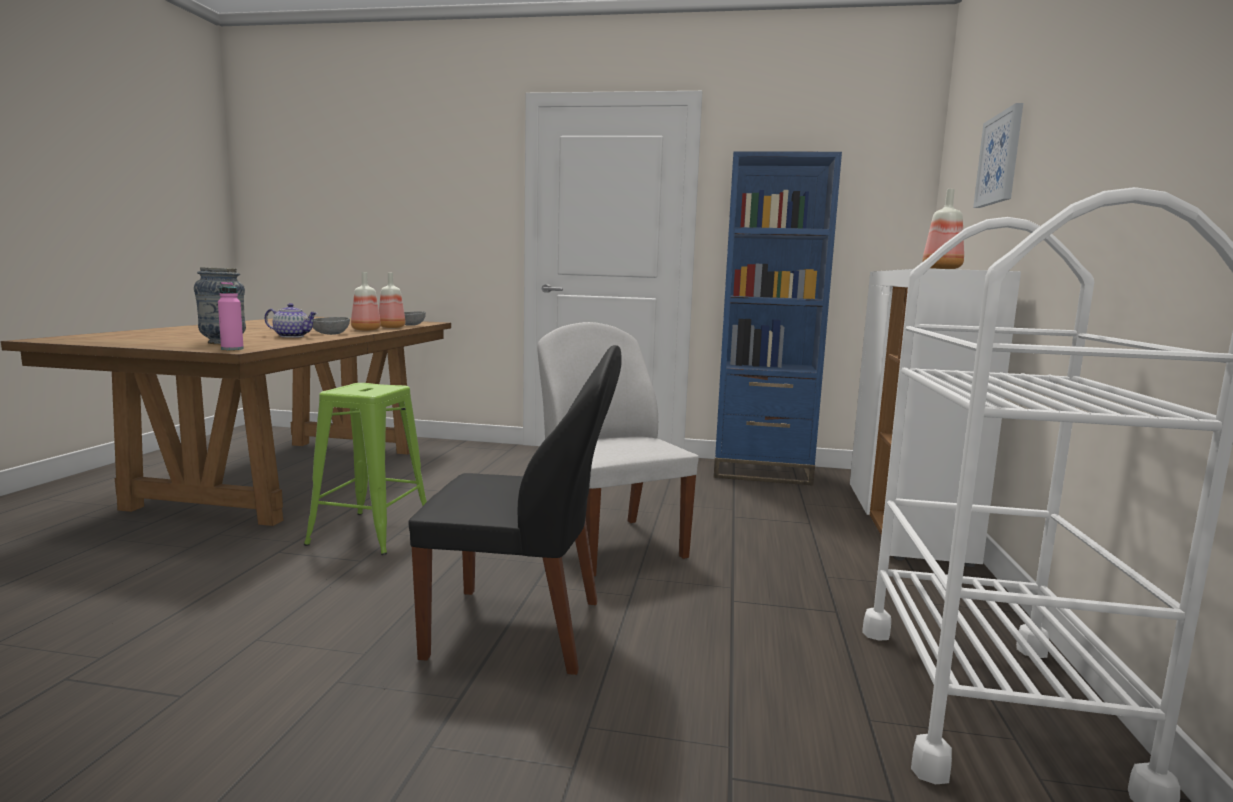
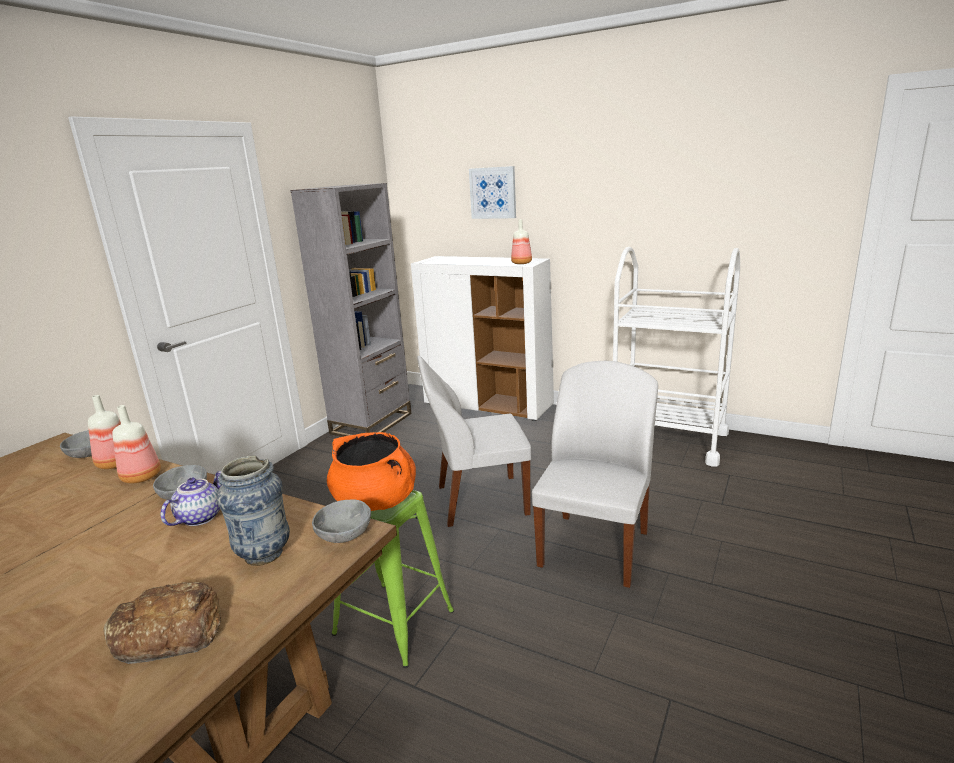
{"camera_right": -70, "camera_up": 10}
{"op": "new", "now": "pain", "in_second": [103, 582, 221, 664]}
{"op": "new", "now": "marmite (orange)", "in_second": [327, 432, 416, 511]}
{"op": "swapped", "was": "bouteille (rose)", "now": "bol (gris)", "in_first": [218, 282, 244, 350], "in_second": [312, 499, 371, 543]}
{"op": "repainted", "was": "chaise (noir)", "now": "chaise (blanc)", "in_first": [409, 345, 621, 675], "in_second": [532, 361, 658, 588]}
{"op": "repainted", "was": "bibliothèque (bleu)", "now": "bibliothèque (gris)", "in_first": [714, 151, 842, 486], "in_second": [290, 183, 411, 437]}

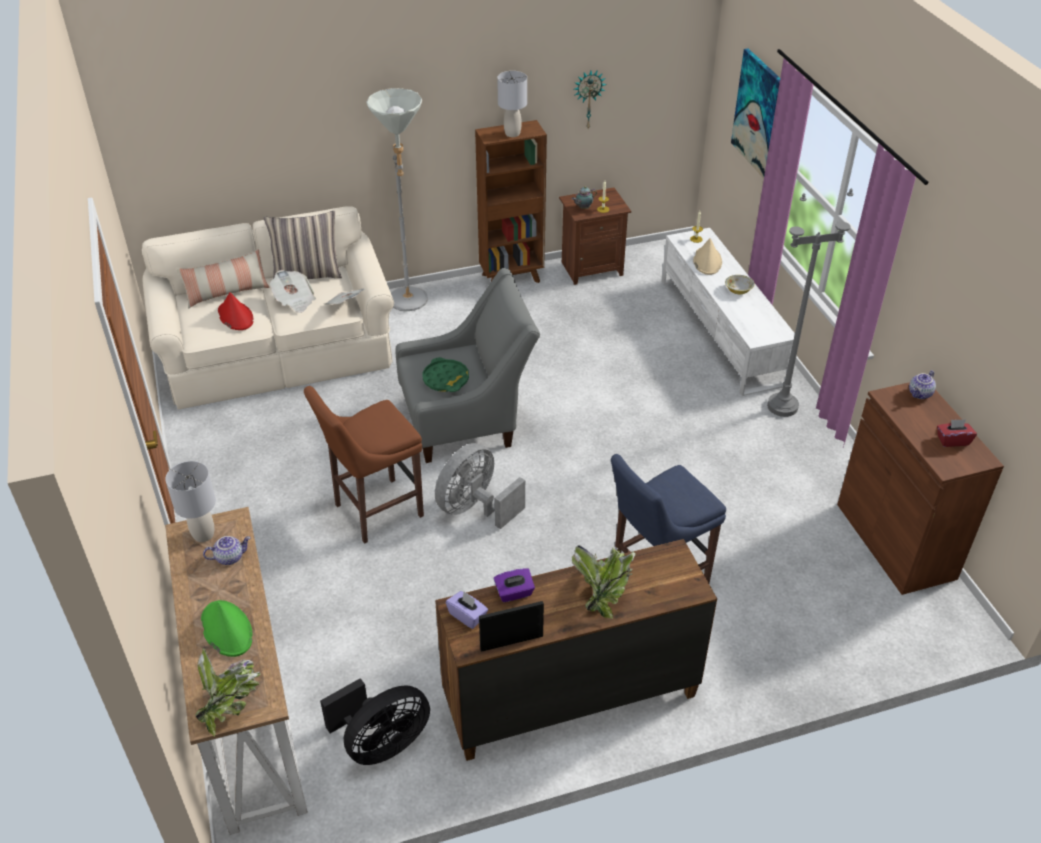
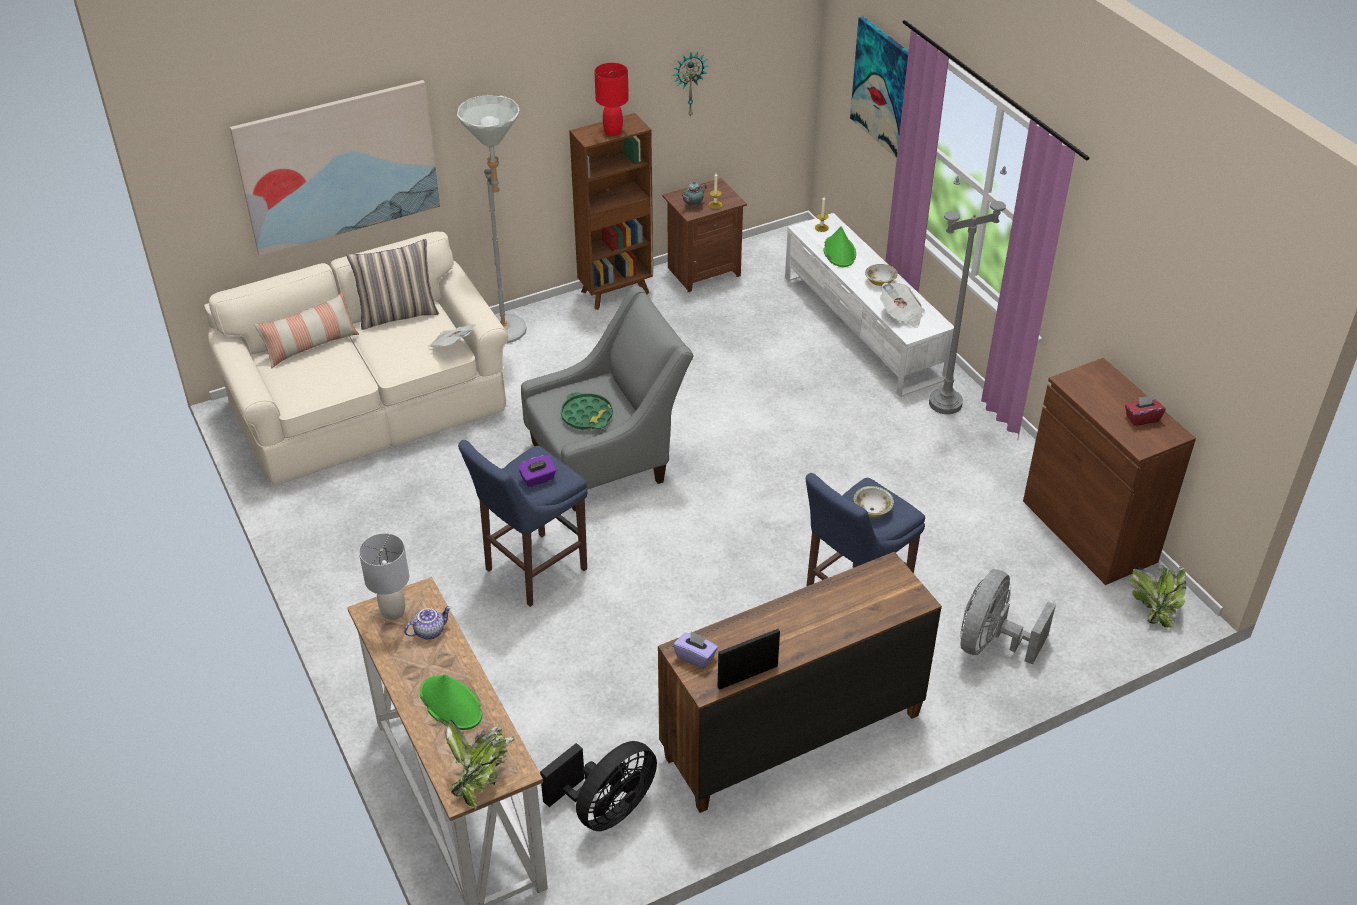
{"camera_right": -10, "camera_up": 0}
{"op": "gone", "was": "chapeau (rouge)", "in_first": [218, 292, 254, 330]}
{"op": "gone", "was": "théière", "in_first": [909, 370, 936, 399]}
{"op": "new", "now": "tableau", "in_second": [230, 80, 440, 256]}
{"op": "new", "now": "bol", "in_second": [854, 486, 894, 517]}
{"op": "shifted", "was": "journal", "in_first": [270, 270, 316, 313], "in_second": [880, 283, 925, 328]}
{"op": "shifted", "was": "ventilateur (gris)", "in_first": [435, 443, 525, 529], "in_second": [961, 569, 1056, 665]}
{"op": "shifted", "was": "boîte à mouchoirs (violet)", "in_first": [494, 568, 535, 602], "in_second": [518, 455, 556, 487]}
{"op": "shifted", "was": "plante en pot", "in_first": [572, 546, 636, 619], "in_second": [1129, 565, 1187, 628]}
{"op": "repainted", "was": "tabouret (marron)", "now": "tabouret (bleu)", "in_first": [304, 386, 424, 544], "in_second": [458, 440, 588, 607]}
{"op": "repainted", "was": "lampe de table (gris)", "now": "lampe de table (rouge)", "in_first": [497, 71, 527, 137], "in_second": [594, 63, 629, 136]}
{"op": "repainted", "was": "chapeau (beige)", "now": "chapeau (vert)", "in_first": [693, 238, 722, 275], "in_second": [823, 226, 856, 267]}

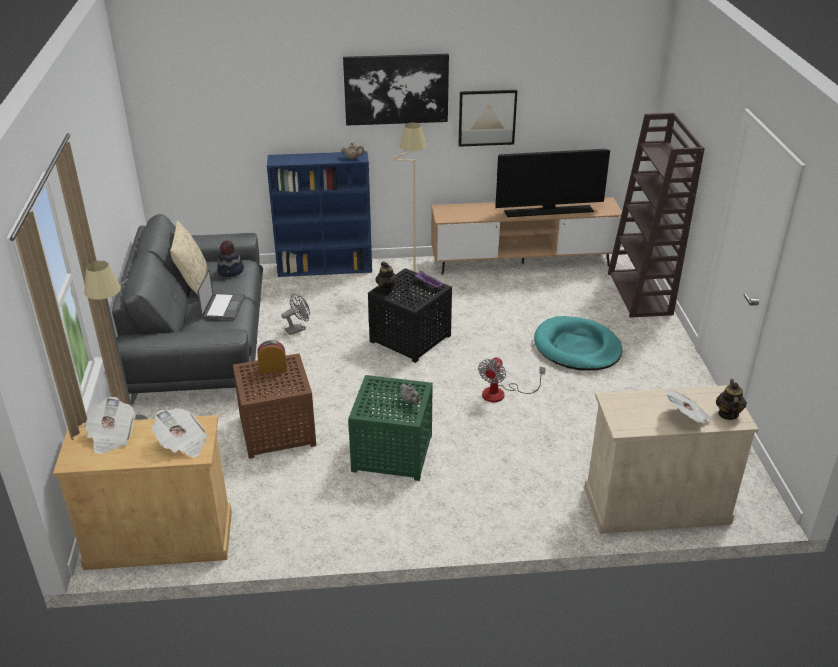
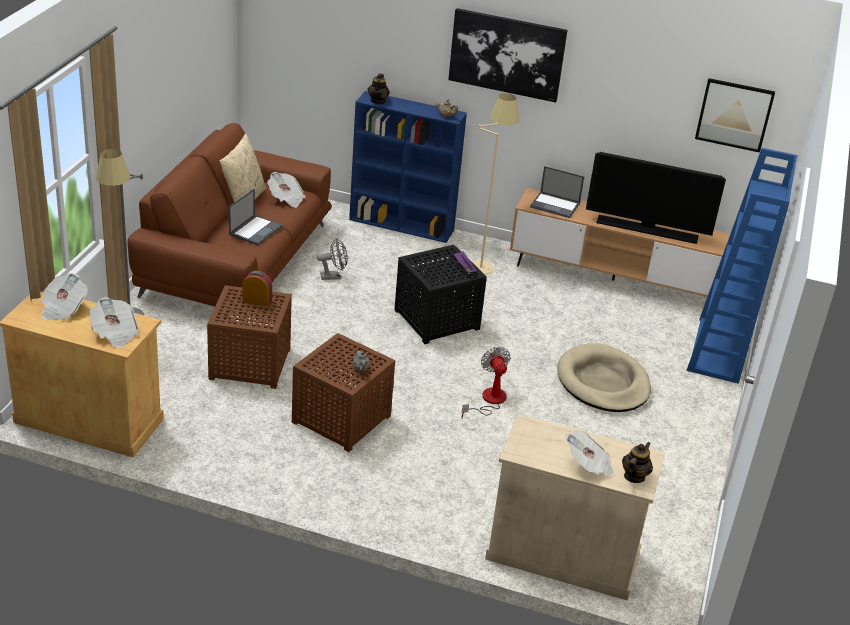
{"camera_right": 20, "camera_up": 0}
{"op": "new", "now": "ordinateur portable", "in_second": [530, 166, 584, 218]}
{"op": "shifted", "was": "théière", "in_first": [375, 261, 398, 292], "in_second": [368, 73, 390, 104]}
{"op": "shifted", "was": "tableau", "in_first": [459, 90, 517, 147], "in_second": [695, 78, 775, 153]}
{"op": "swapped", "was": "chapeau", "now": "journal", "in_first": [217, 240, 244, 277], "in_second": [267, 172, 306, 208]}
{"op": "repainted", "was": "canapé (gris)", "now": "canapé (marron)", "in_first": [112, 214, 263, 404], "in_second": [128, 123, 332, 322]}
{"op": "repainted", "was": "table d'appoint (vert)", "now": "table d'appoint (marron)", "in_first": [348, 375, 433, 481], "in_second": [292, 333, 395, 452]}
{"op": "repainted", "was": "panier pour chien (turquoise)", "now": "panier pour chien (beige)", "in_first": [534, 316, 623, 371], "in_second": [557, 343, 651, 412]}
{"op": "repainted", "was": "bibliothèque (marron)", "now": "bibliothèque (bleu)", "in_first": [608, 113, 705, 318], "in_second": [686, 148, 798, 384]}
{"op": "rotated", "was": "ventilateur", "in_first": [478, 357, 546, 402], "in_second": [462, 347, 511, 418], "clockwise": 120}

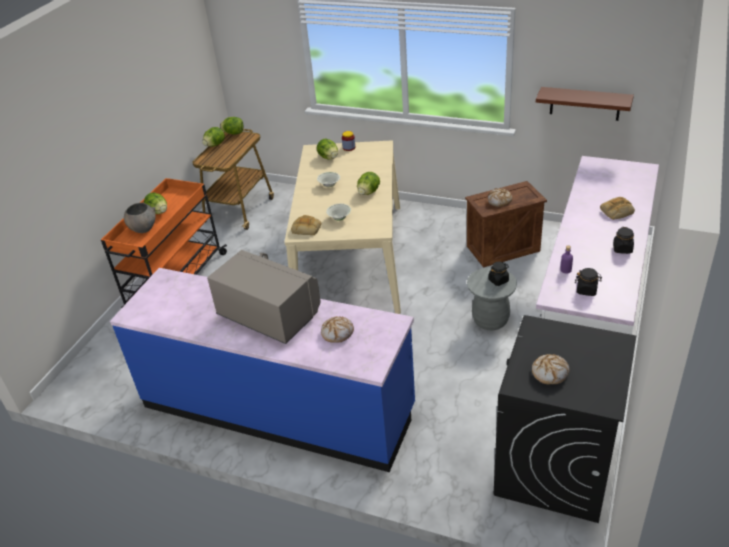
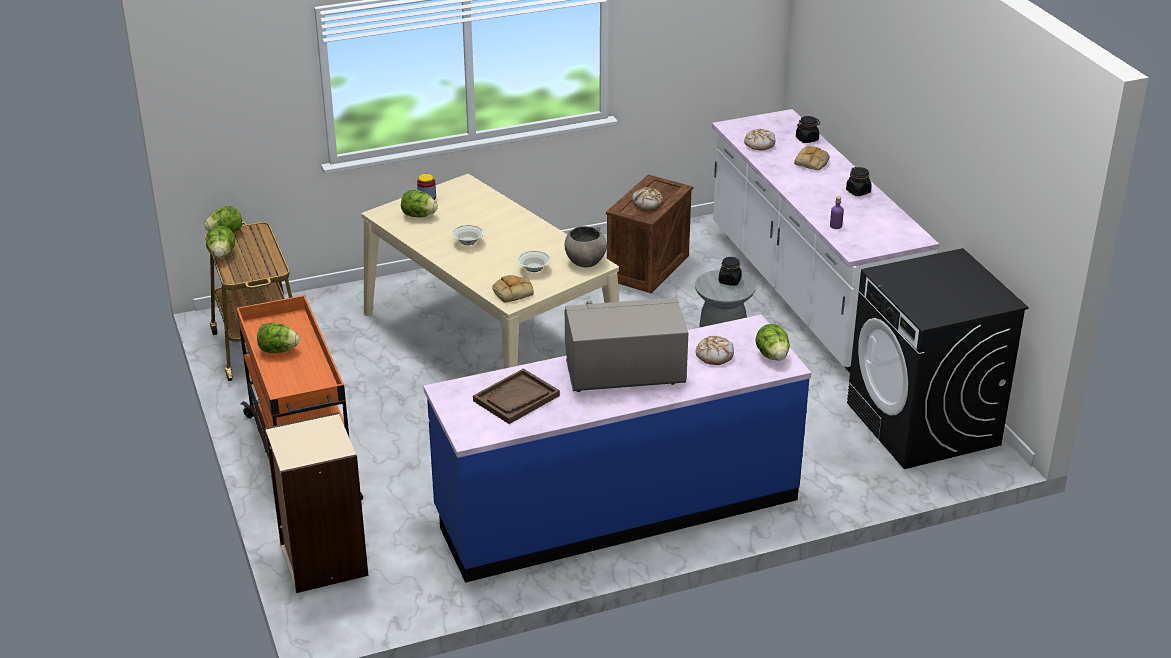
{"camera_right": -45, "camera_up": -5}
{"op": "gone", "was": "étagère (marron)", "in_first": [536, 87, 634, 121]}
{"op": "new", "now": "bibliothèque (beige)", "in_second": [265, 412, 368, 593]}
{"op": "new", "now": "plateau (marron)", "in_second": [473, 368, 560, 424]}
{"op": "shifted", "was": "bol (gris)", "in_first": [124, 203, 156, 233], "in_second": [565, 226, 607, 267]}
{"op": "shifted", "was": "laitue", "in_first": [357, 172, 380, 195], "in_second": [755, 324, 790, 361]}
{"op": "shifted", "was": "pain", "in_first": [532, 354, 569, 384], "in_second": [744, 129, 775, 151]}
{"op": "shifted", "was": "bocal (noir)", "in_first": [575, 268, 602, 296], "in_second": [796, 116, 820, 143]}

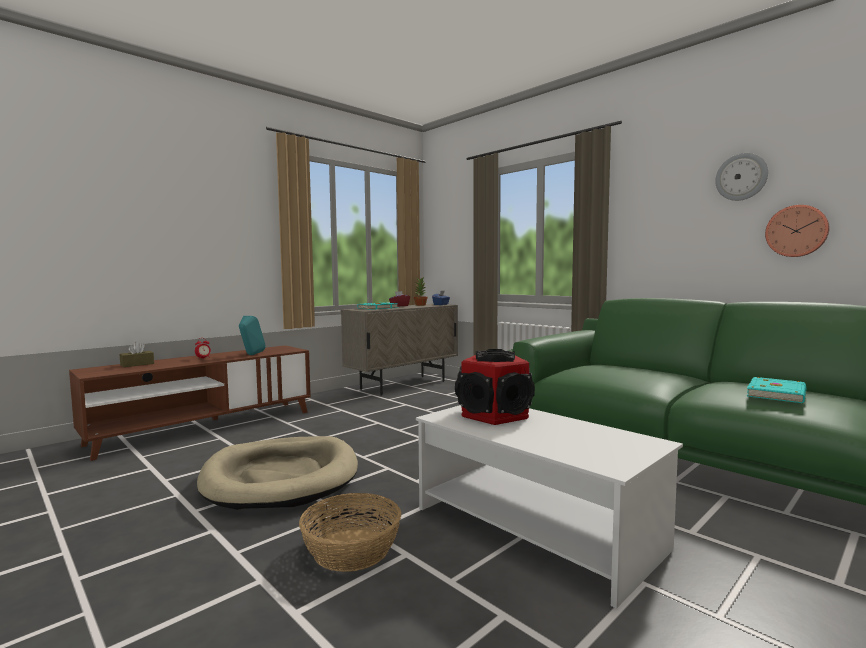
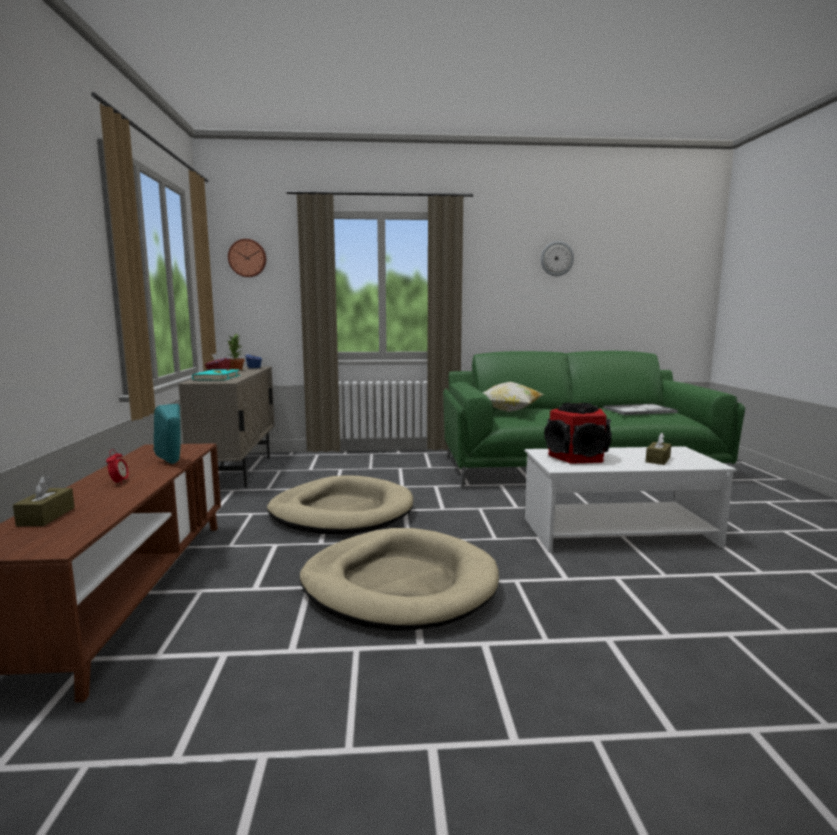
{"camera_right": -50, "camera_up": 5}
{"op": "gone", "was": "panier", "in_first": [299, 493, 401, 572]}
{"op": "new", "now": "panier pour chien (beige)", "in_second": [267, 475, 413, 535]}
{"op": "new", "now": "coussin", "in_second": [483, 382, 544, 412]}
{"op": "new", "now": "boîte à mouchoirs (marron)", "in_second": [646, 433, 671, 465]}
{"op": "shifted", "was": "horloge murale", "in_first": [765, 205, 829, 257], "in_second": [228, 239, 266, 277]}
{"op": "swapped", "was": "livre (turquoise)", "now": "plateau", "in_first": [747, 377, 806, 403], "in_second": [603, 404, 678, 415]}

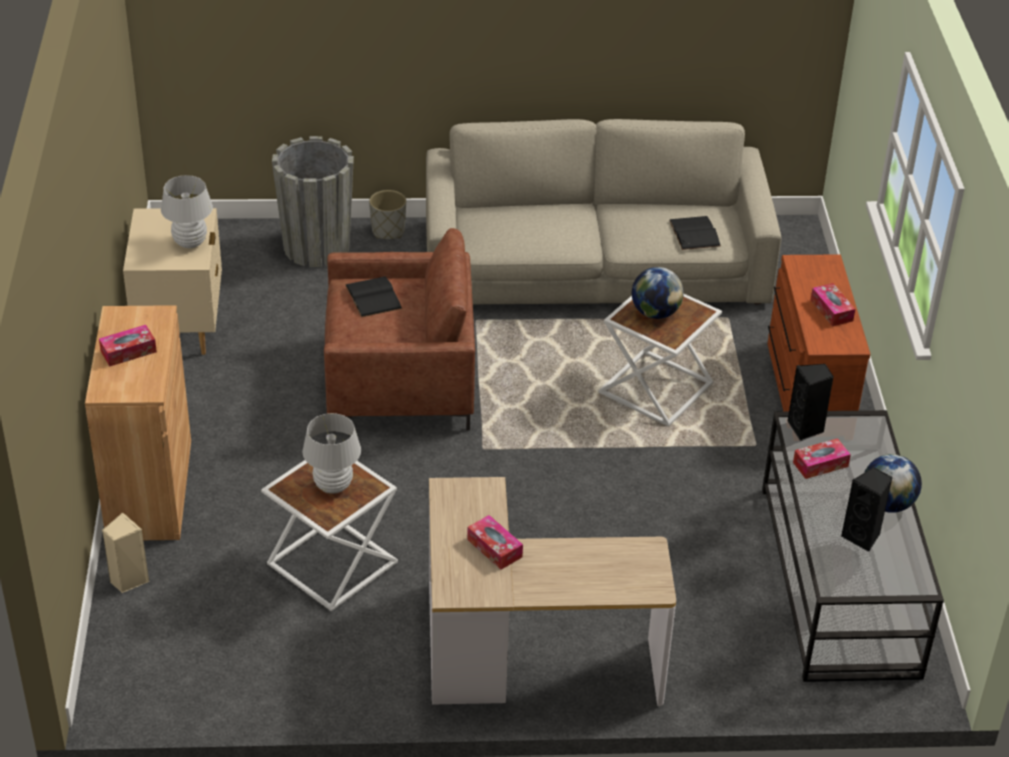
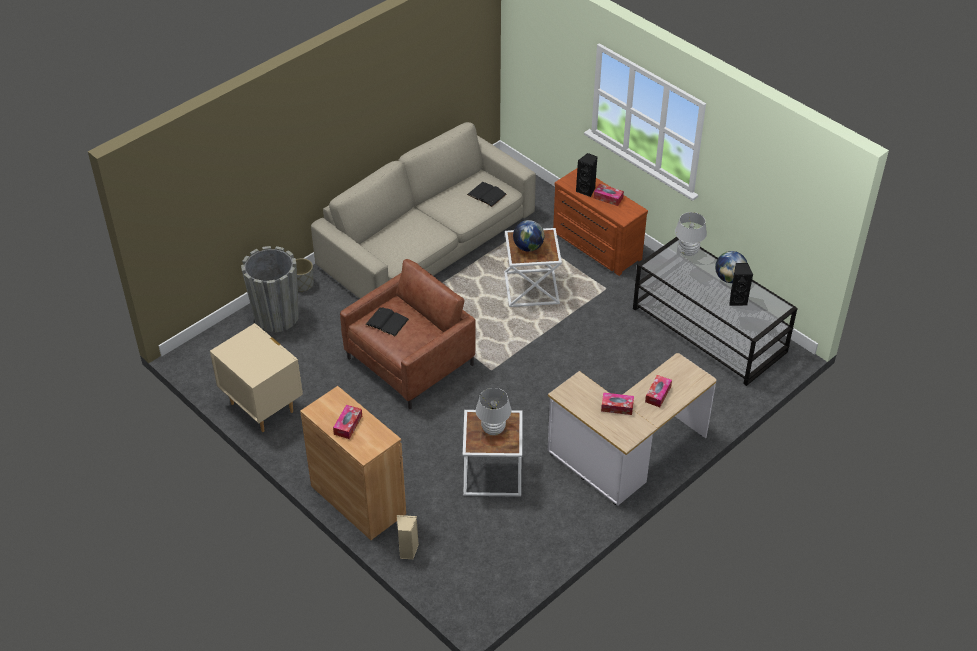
{"camera_right": -40, "camera_up": 5}
{"op": "shifted", "was": "lampe de table (blanc)", "in_first": [161, 175, 213, 248], "in_second": [675, 212, 707, 256]}
{"op": "shifted", "was": "enceinte (noir)", "in_first": [787, 364, 834, 441], "in_second": [576, 153, 597, 197]}
{"op": "shifted", "was": "boîte à mouchoirs", "in_first": [793, 438, 851, 479], "in_second": [645, 375, 672, 407]}

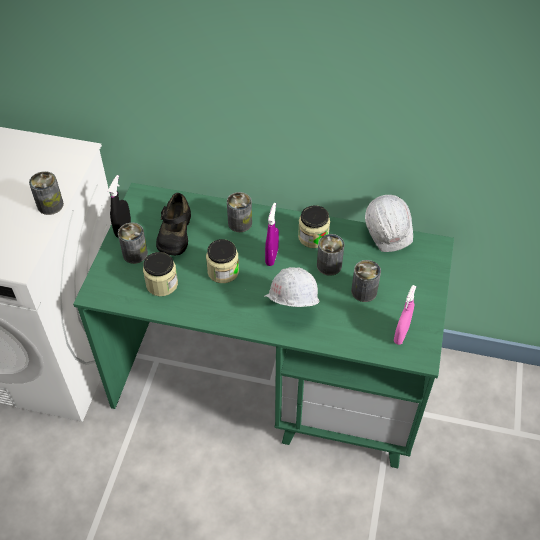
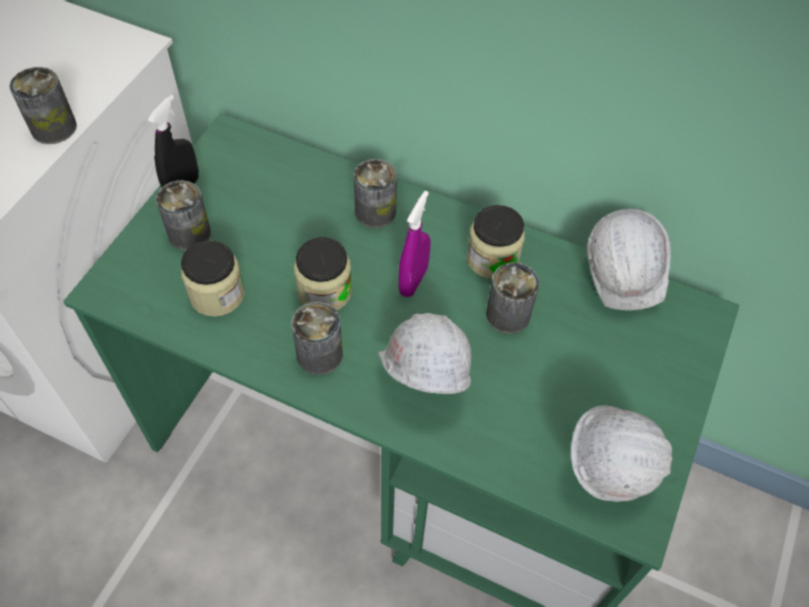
{"camera_right": 10, "camera_up": 5}
{"op": "gone", "was": "chaussure (noir)", "in_first": [156, 193, 191, 256]}
{"op": "shifted", "was": "boîte métallique", "in_first": [351, 260, 381, 302], "in_second": [292, 302, 343, 375]}
{"op": "swapped", "was": "vaporisateur (rose)", "now": "casque de chantier (blanc)", "in_first": [394, 285, 417, 345], "in_second": [571, 405, 673, 502]}

